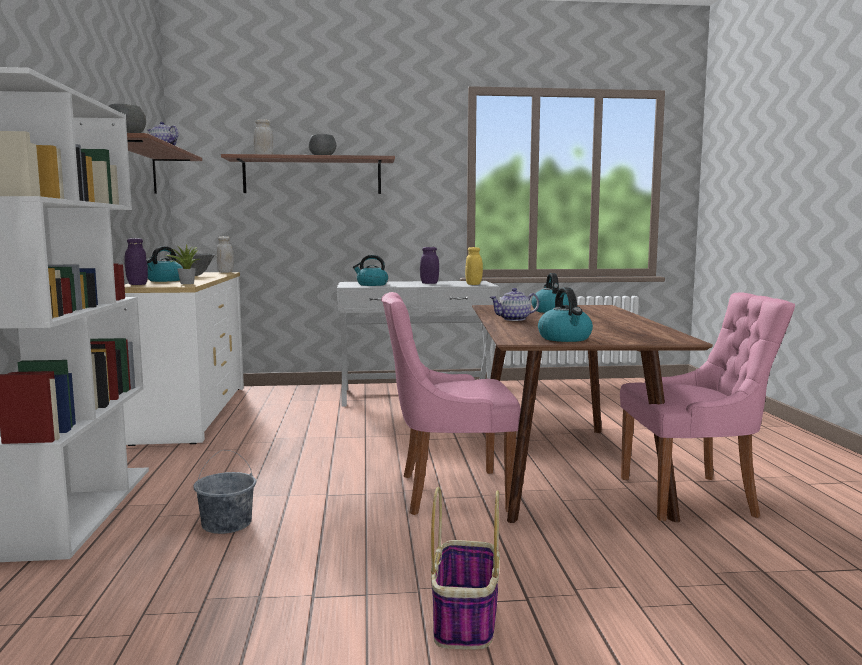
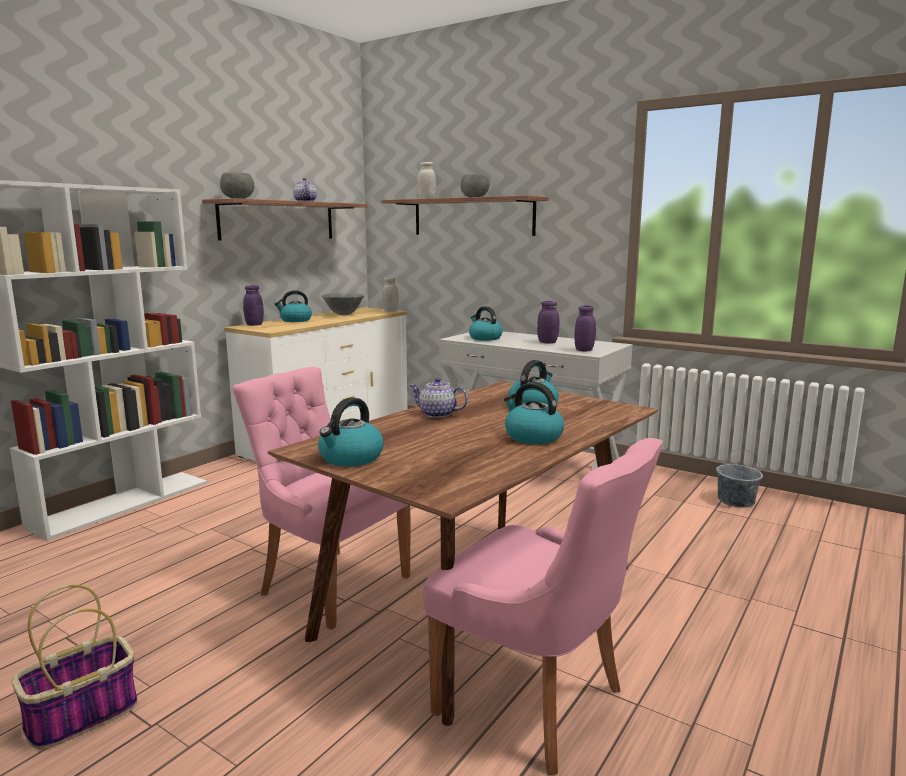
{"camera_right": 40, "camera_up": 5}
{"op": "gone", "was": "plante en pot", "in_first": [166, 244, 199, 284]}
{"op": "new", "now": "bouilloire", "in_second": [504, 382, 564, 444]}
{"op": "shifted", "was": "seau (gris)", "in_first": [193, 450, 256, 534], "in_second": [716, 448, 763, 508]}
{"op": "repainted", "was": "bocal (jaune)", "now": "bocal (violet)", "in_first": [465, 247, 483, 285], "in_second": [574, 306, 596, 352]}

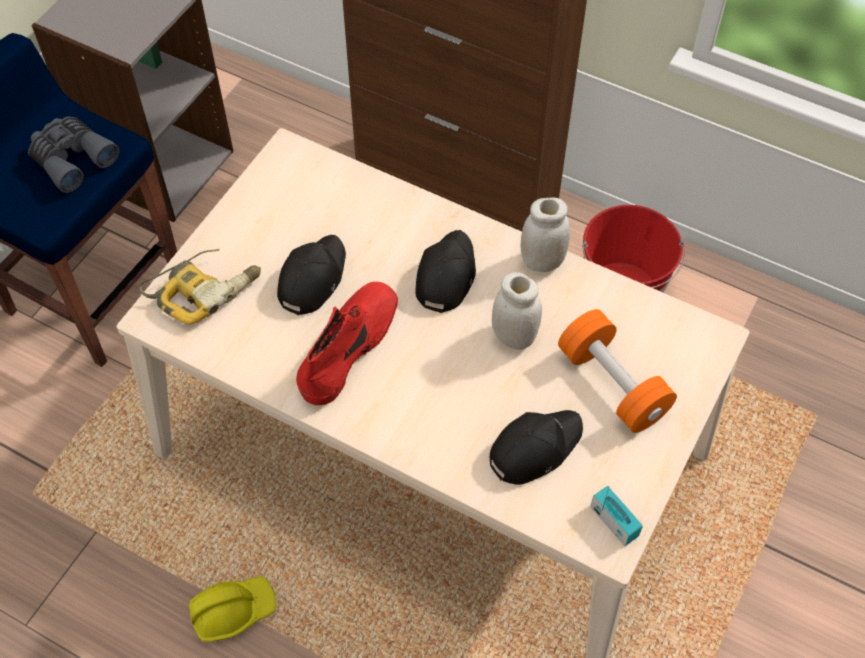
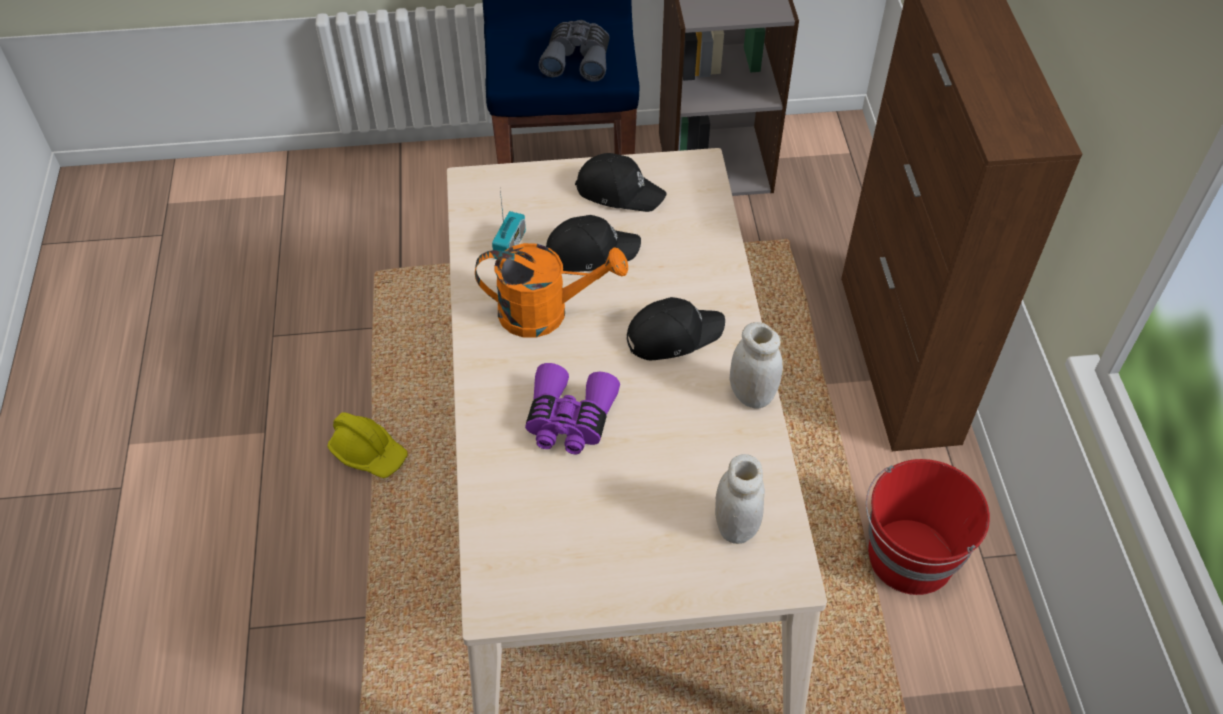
{"camera_right": 55, "camera_up": -5}
{"op": "gone", "was": "perceuse", "in_first": [139, 249, 261, 324]}
{"op": "gone", "was": "haltère (orange)", "in_first": [558, 309, 677, 433]}
{"op": "new", "now": "jumelles (violet)", "in_second": [525, 363, 620, 455]}
{"op": "shifted", "was": "casquette (noir)", "in_first": [490, 410, 583, 485], "in_second": [575, 153, 667, 212]}
{"op": "shifted", "was": "bocal (blanc)", "in_first": [492, 272, 542, 350], "in_second": [715, 454, 765, 544]}
{"op": "shifted", "was": "radio", "in_first": [590, 485, 643, 546], "in_second": [492, 191, 526, 259]}
{"op": "swapped", "was": "botte (rouge)", "now": "arrosoir (orange)", "in_first": [296, 282, 398, 405], "in_second": [475, 243, 628, 338]}

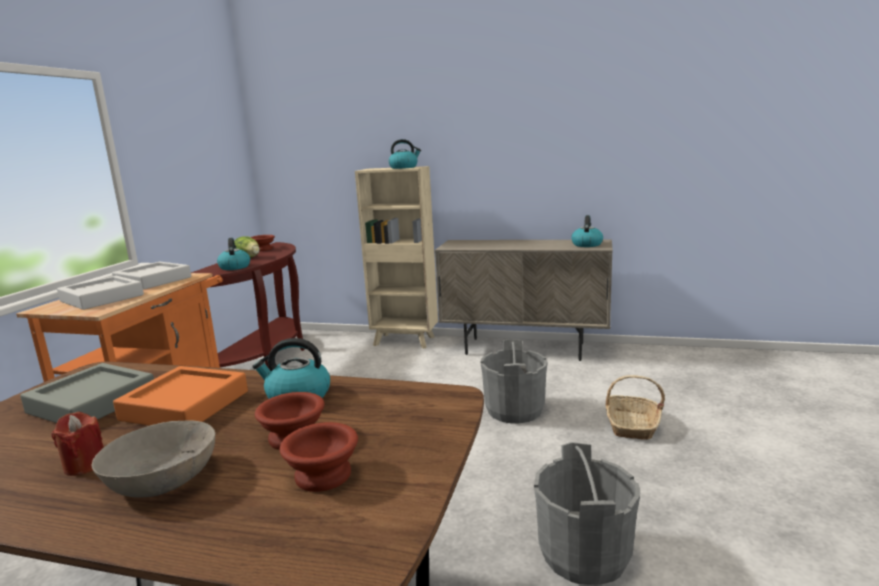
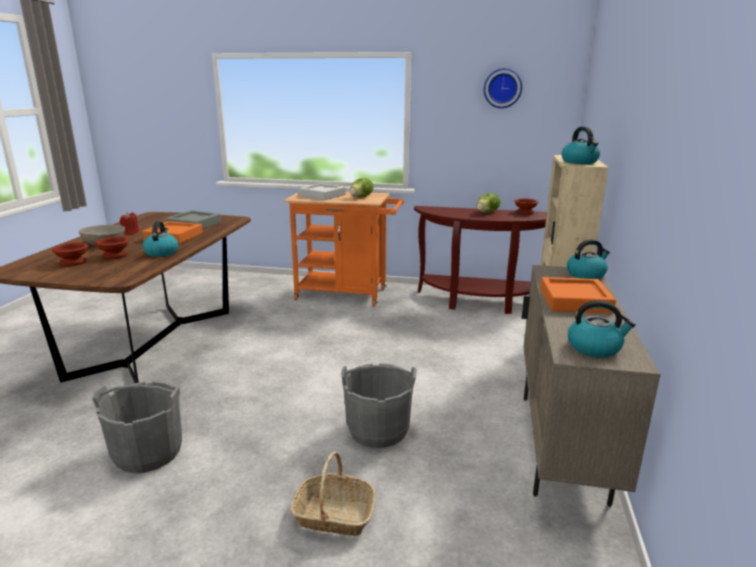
{"camera_right": 85, "camera_up": 5}
{"op": "new", "now": "horloge murale", "in_second": [484, 68, 522, 108]}
{"op": "new", "now": "plateau (orange)", "in_second": [540, 277, 616, 314]}
{"op": "shifted", "was": "bouilloire", "in_first": [217, 238, 250, 270], "in_second": [567, 239, 610, 279]}
{"op": "swapped", "was": "plateau (gris)", "now": "laitue", "in_first": [112, 261, 191, 290], "in_second": [350, 178, 373, 198]}

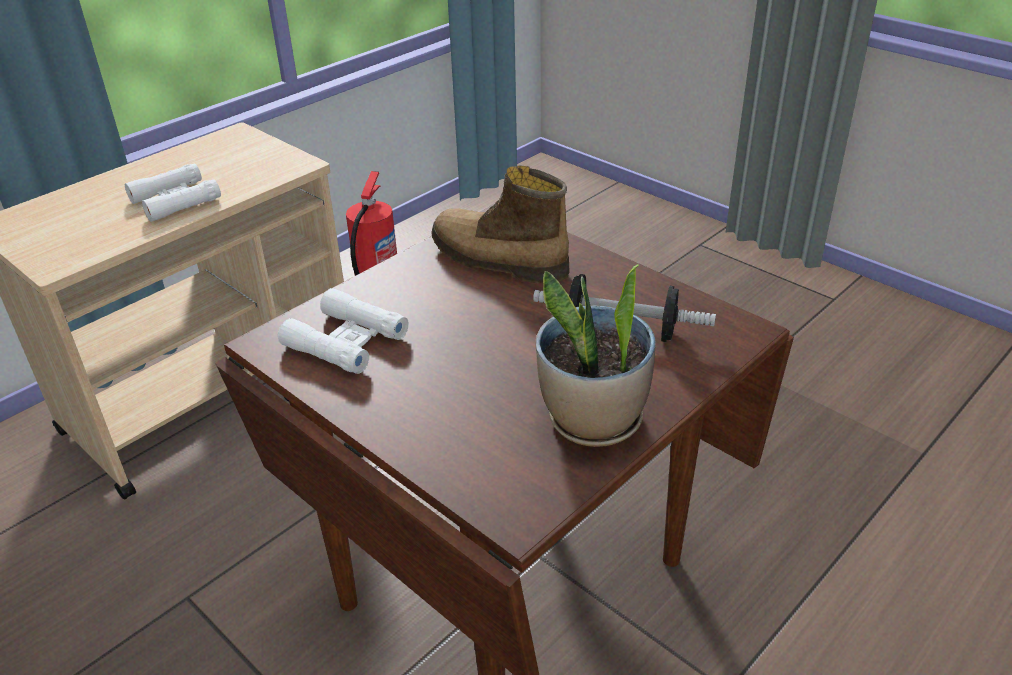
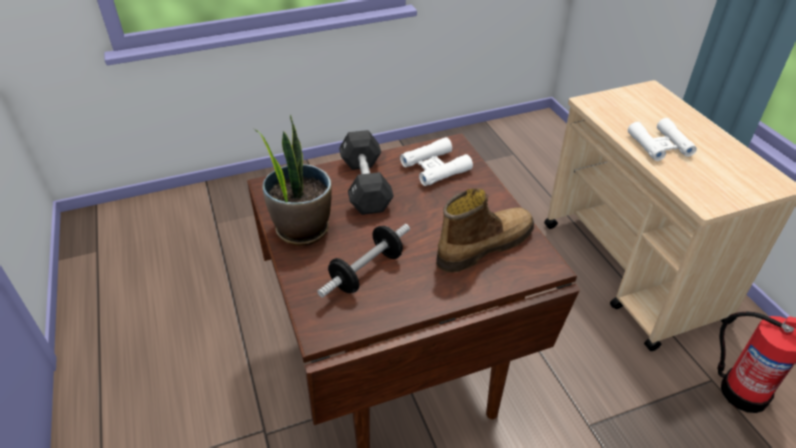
{"camera_right": 115, "camera_up": 5}
{"op": "new", "now": "haltère (noir)", "in_second": [339, 130, 394, 215]}

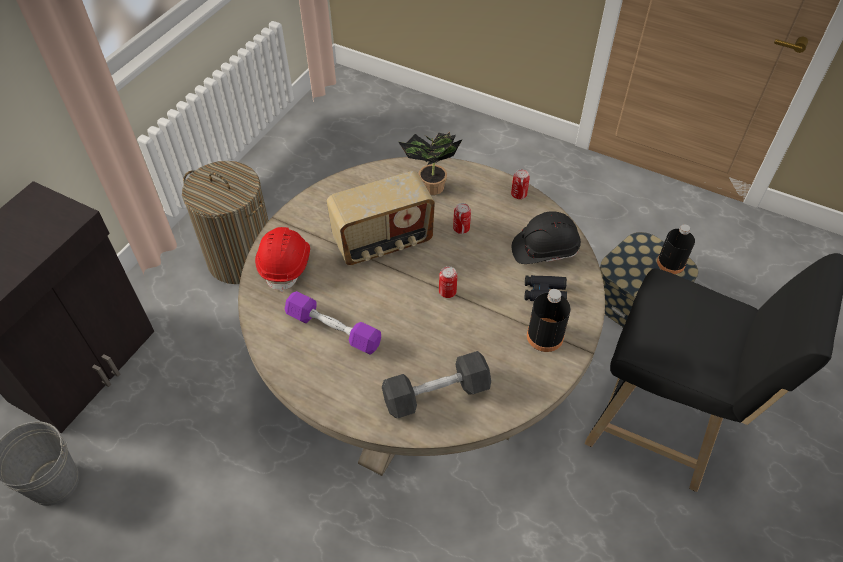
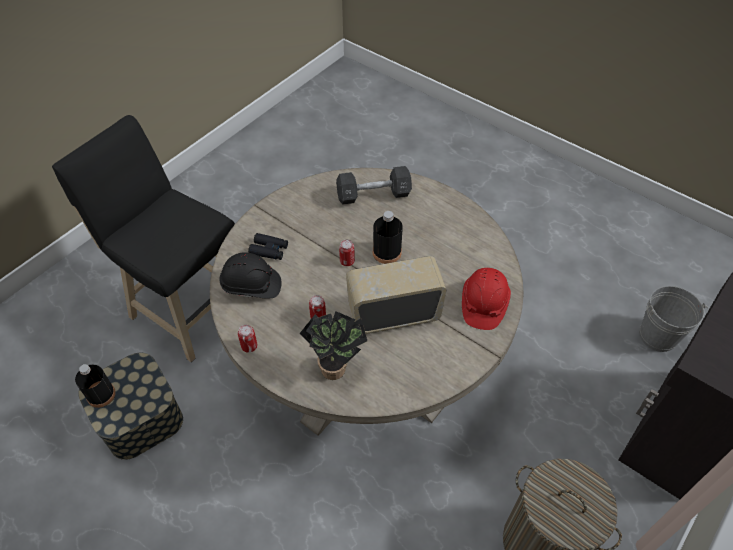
{"camera_right": -170, "camera_up": 0}
{"op": "gone", "was": "haltère (violet)", "in_first": [285, 291, 381, 355]}
{"op": "shifted", "was": "bouteille (noir)", "in_first": [527, 289, 571, 352], "in_second": [373, 211, 403, 264]}

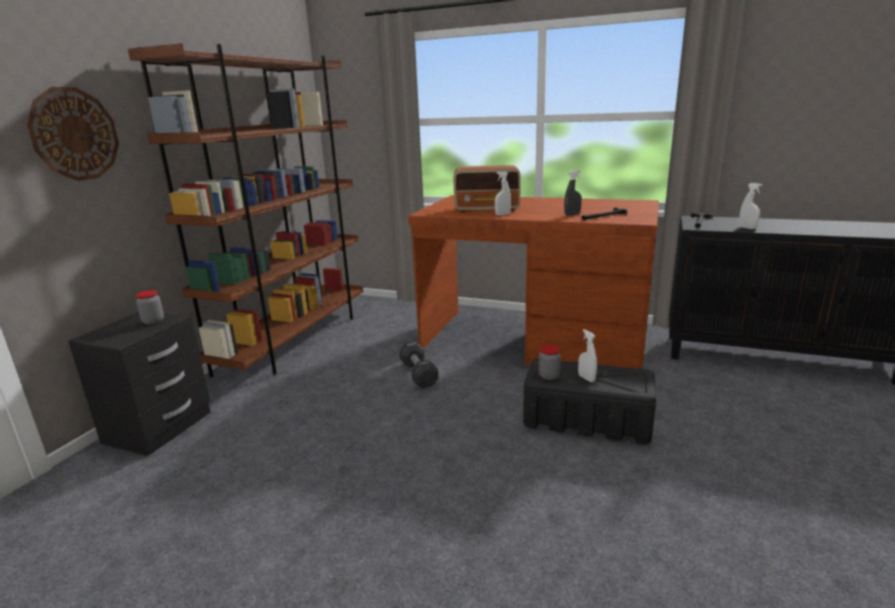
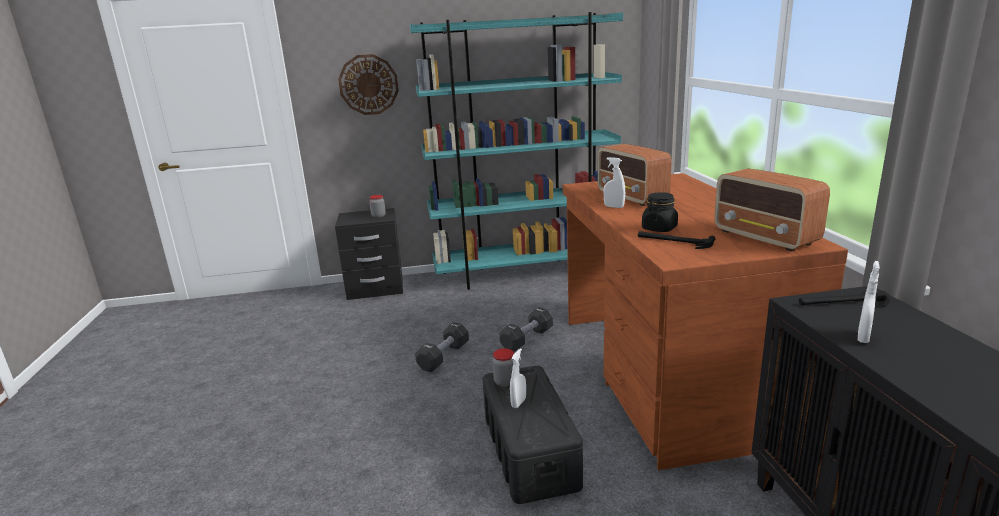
{"camera_right": 60, "camera_up": 0}
{"op": "new", "now": "haltère (noir)", "in_second": [415, 322, 469, 372]}
{"op": "new", "now": "radio", "in_second": [714, 168, 830, 252]}
{"op": "swapped", "was": "vaporisateur (gris)", "now": "bocal (noir)", "in_first": [564, 170, 582, 216], "in_second": [642, 192, 678, 232]}
{"op": "repainted", "was": "bibliothèque (marron)", "now": "bibliothèque (turquoise)", "in_first": [128, 43, 363, 377], "in_second": [410, 12, 623, 290]}

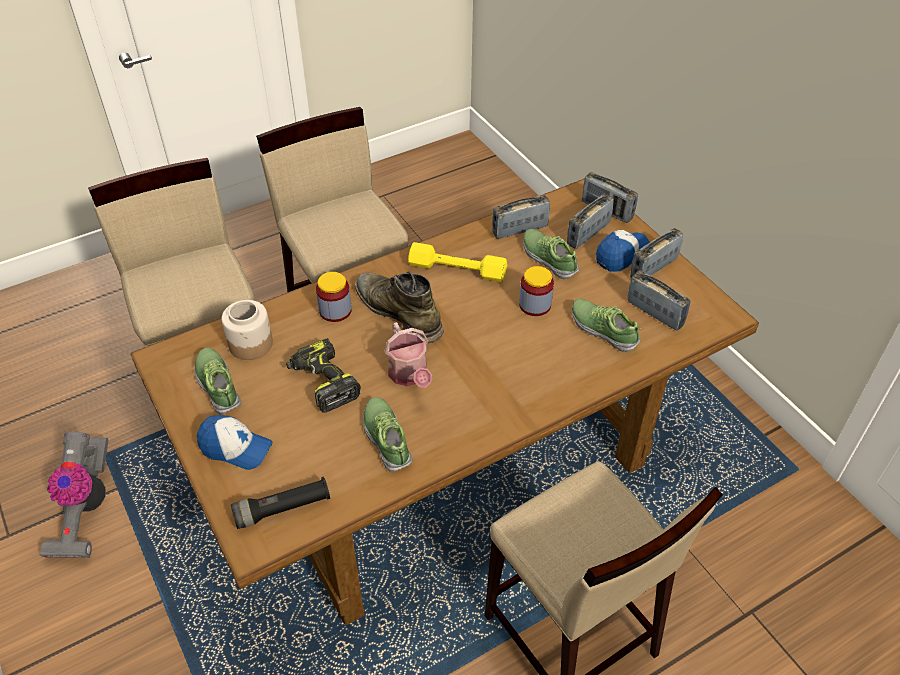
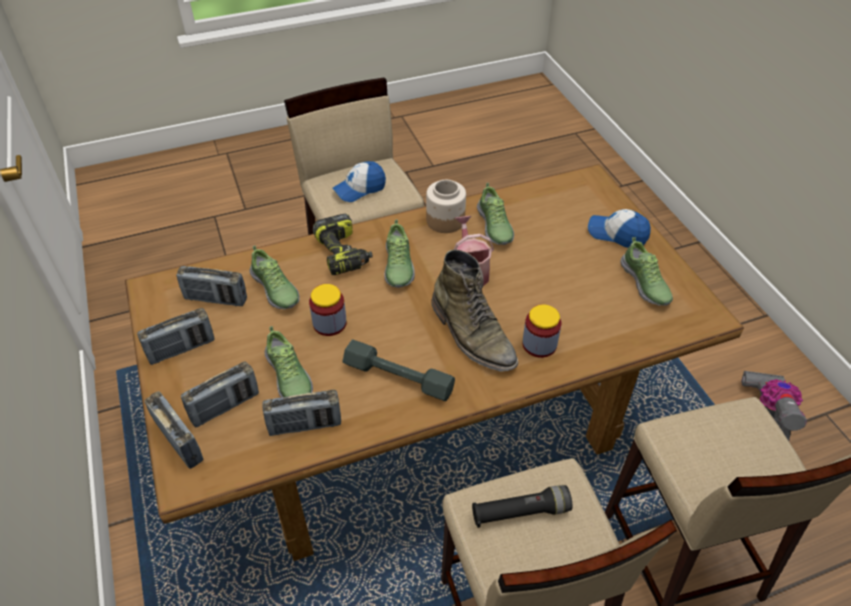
{"camera_right": -170, "camera_up": 0}
{"op": "new", "now": "chaussure", "in_second": [384, 219, 415, 288]}
{"op": "shifted", "was": "bocal", "in_first": [222, 300, 273, 360], "in_second": [426, 180, 466, 233]}
{"op": "shifted", "was": "lampe de poche (noir)", "in_first": [231, 476, 330, 529], "in_second": [472, 485, 572, 528]}
{"op": "shifted", "was": "perceuse", "in_first": [286, 338, 361, 413], "in_second": [313, 214, 373, 275]}
{"op": "shifted", "was": "casquette", "in_first": [596, 230, 650, 272], "in_second": [332, 161, 386, 202]}
{"op": "repainted", "was": "haltère (jaune)", "now": "haltère (gris)", "in_first": [408, 242, 507, 282], "in_second": [342, 340, 455, 401]}
{"op": "rotated", "was": "radio", "in_first": [627, 270, 691, 331], "in_second": [176, 266, 247, 306], "clockwise": -45}

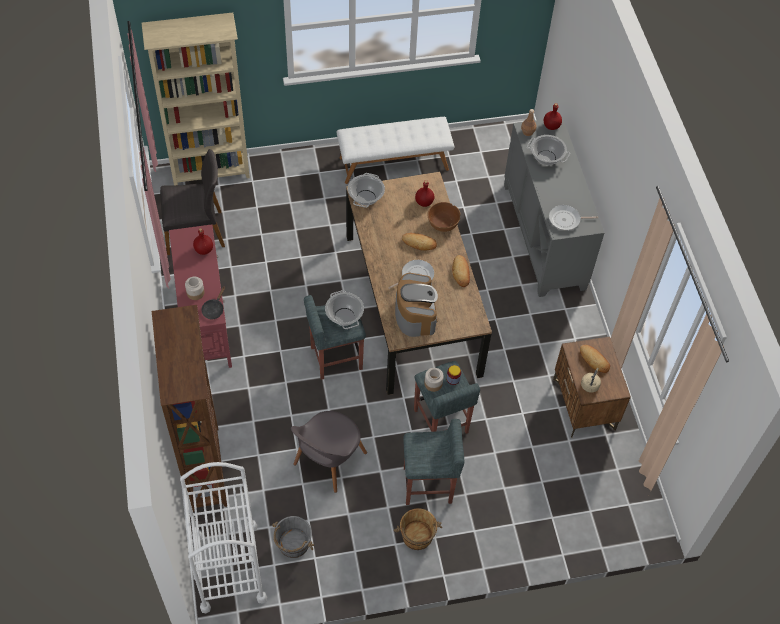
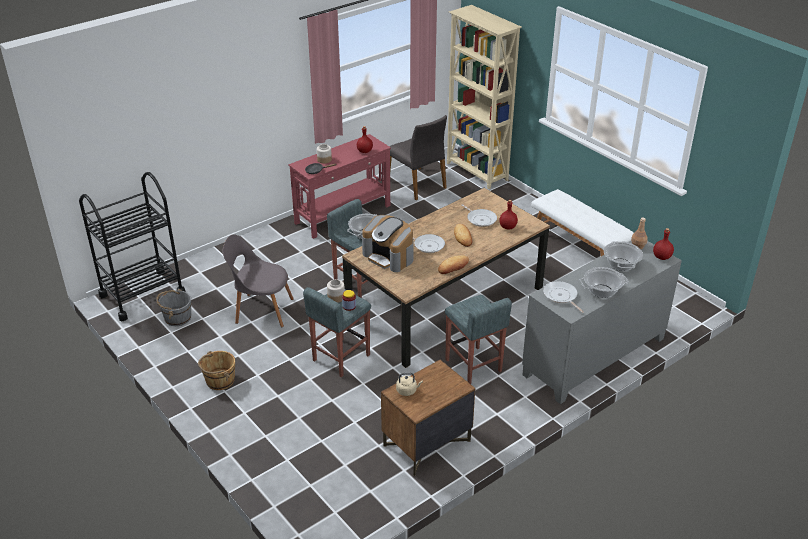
{"camera_right": 65, "camera_up": -20}
{"op": "gone", "was": "bibliothèque (marron)", "in_first": [152, 305, 227, 512]}
{"op": "gone", "was": "bol (marron)", "in_first": [427, 202, 460, 232]}
{"op": "gone", "was": "pain", "in_first": [580, 345, 610, 373]}
{"op": "new", "now": "poêle", "in_second": [461, 204, 497, 227]}
{"op": "shifted", "was": "marmite", "in_first": [348, 173, 385, 208], "in_second": [580, 267, 628, 298]}
{"op": "shifted", "was": "tabouret (gris)", "in_first": [403, 419, 464, 505], "in_second": [445, 295, 512, 384]}
{"op": "repainted", "was": "chariot (blanc)", "now": "chariot (noir)", "in_first": [180, 462, 267, 613], "in_second": [79, 172, 185, 321]}
{"op": "rotated", "was": "machine à café", "in_first": [395, 273, 438, 337], "in_second": [362, 215, 414, 272], "clockwise": 75}

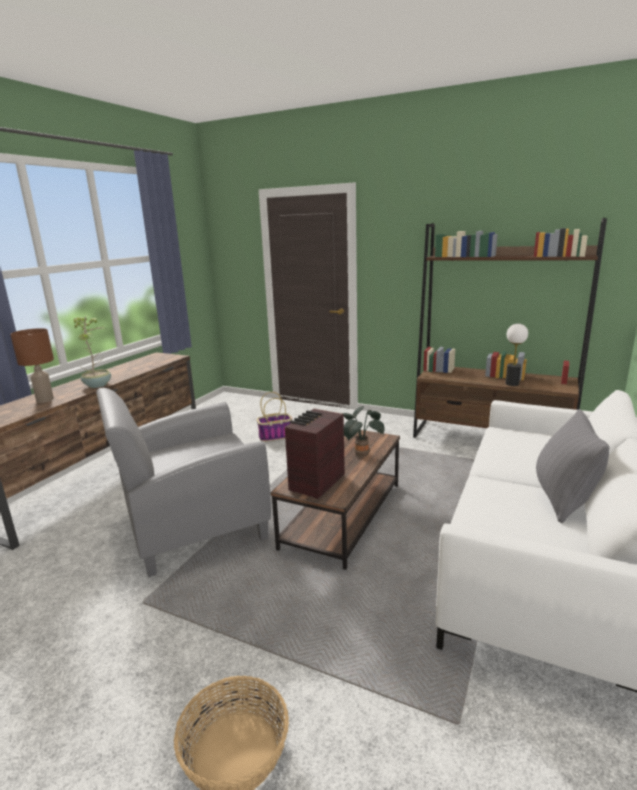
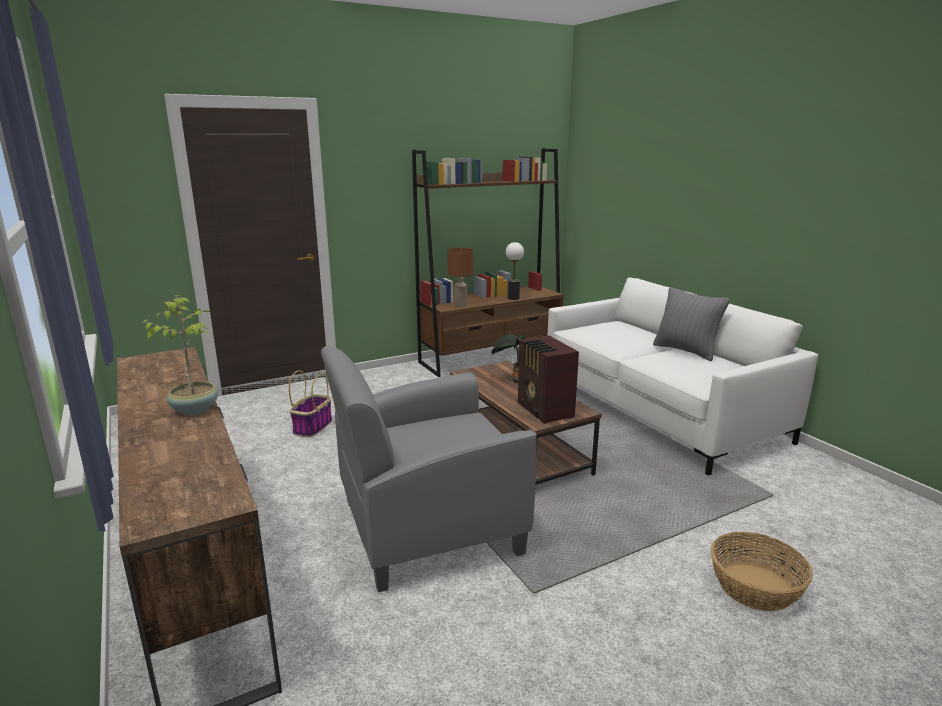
{"camera_right": -55, "camera_up": 0}
{"op": "shifted", "was": "lampe de table (marron)", "in_first": [10, 328, 54, 403], "in_second": [448, 248, 474, 307]}
{"op": "rotated", "was": "fauteuil (gris)", "in_first": [96, 388, 271, 577], "in_second": [321, 346, 537, 592], "clockwise": 60}

